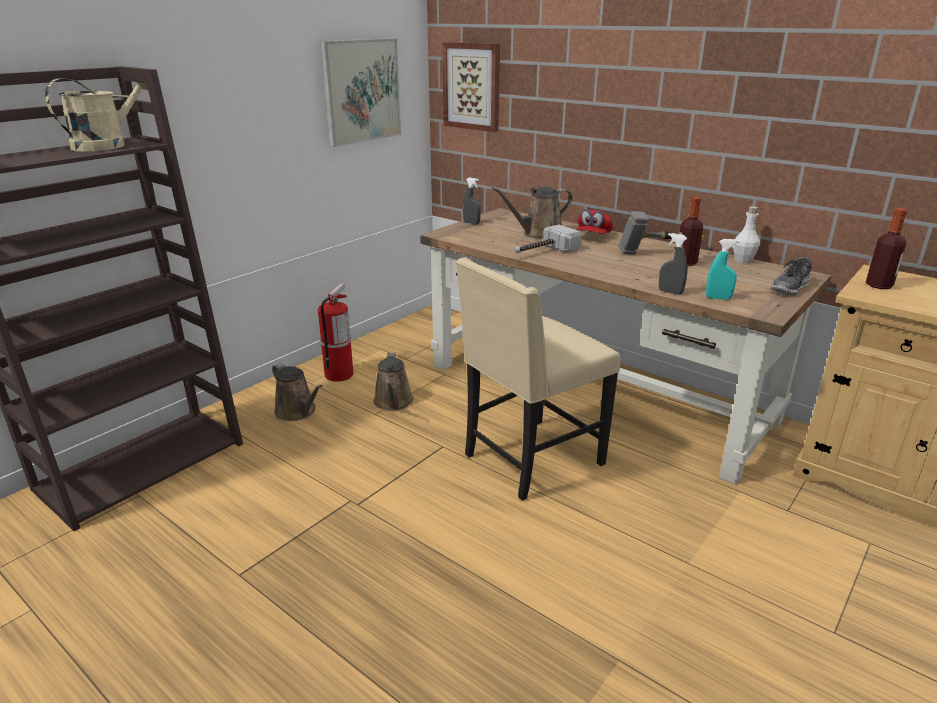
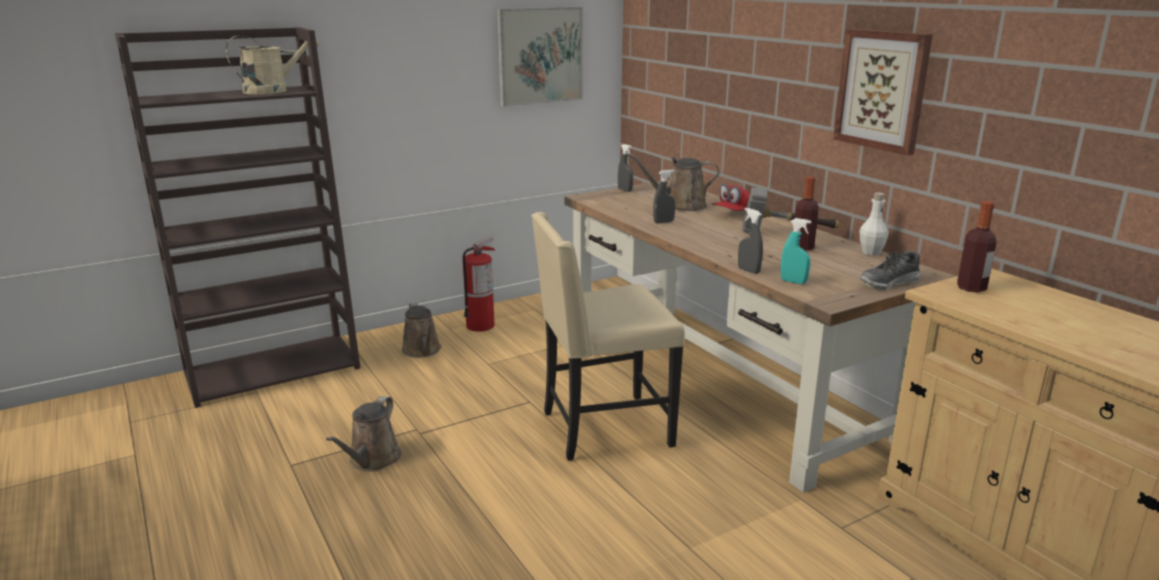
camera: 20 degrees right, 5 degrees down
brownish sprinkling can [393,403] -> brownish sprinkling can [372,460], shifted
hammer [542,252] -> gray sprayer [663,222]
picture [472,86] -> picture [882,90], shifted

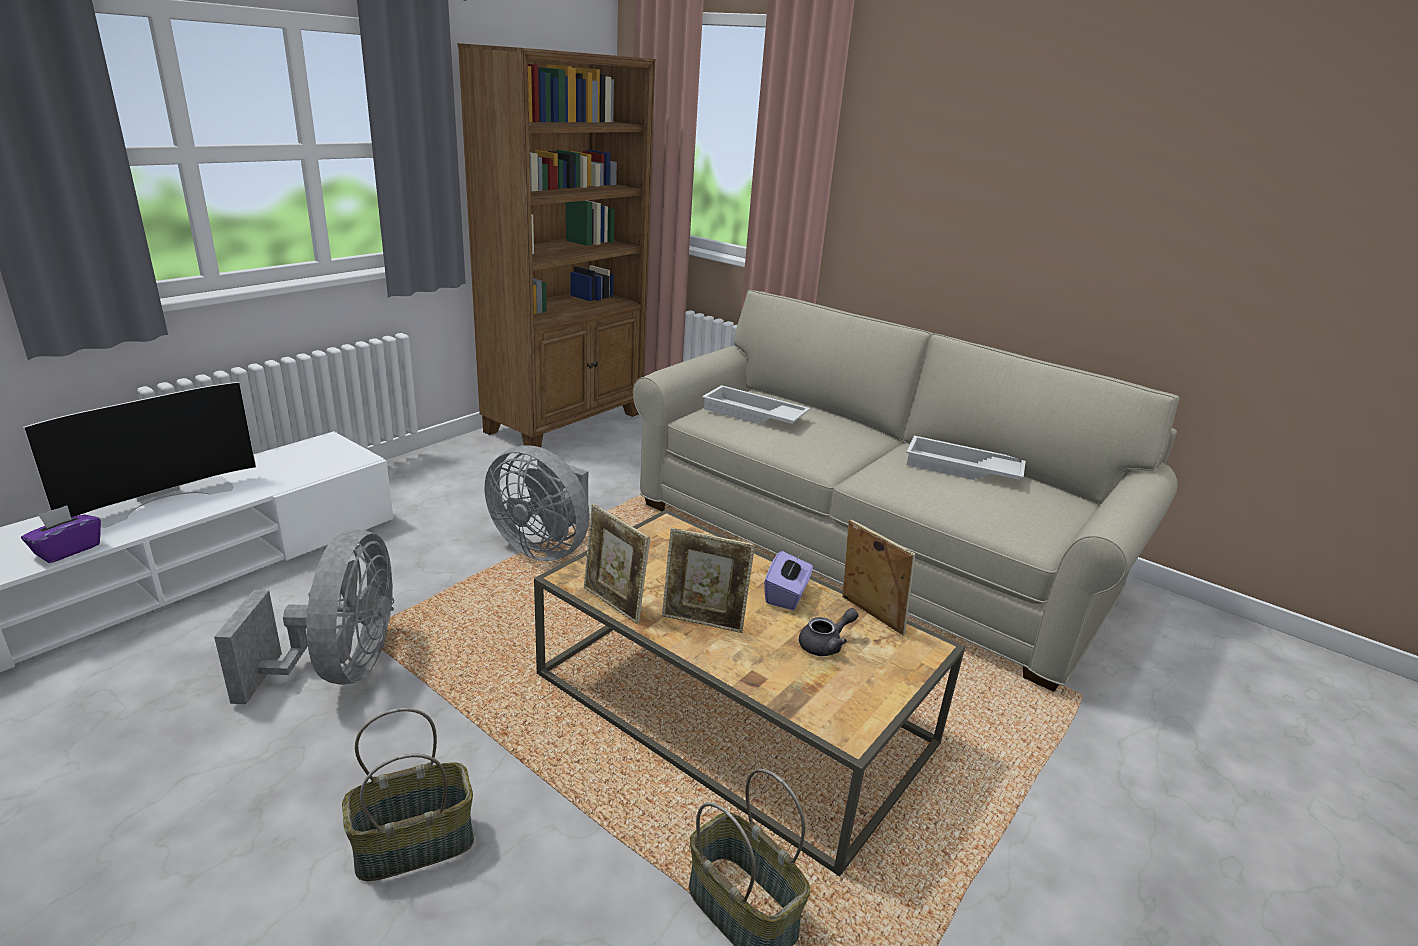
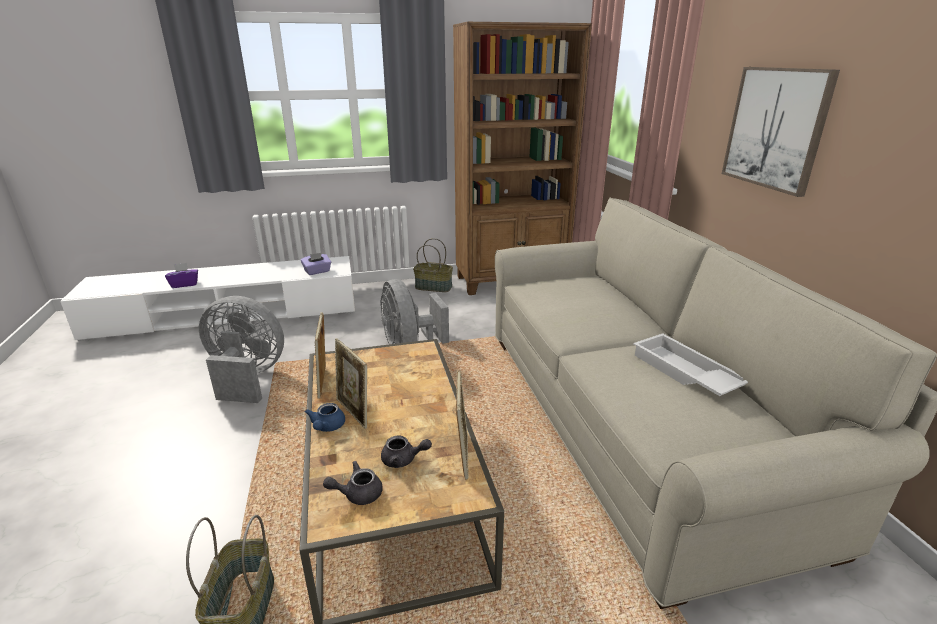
camera: 40 degrees right, 0 degrees up
gray electric fan [340,669] -> gray electric fan [247,377], 120 degrees counterclockwise
purple-coloured tissue holder [786,595] -> purple-coloured tissue holder [317,271], shifted
none -> blue-coloured teapot [327,427]
none -> gray teapot [357,494]
basket [415,843] -> basket [434,287], shifted
none -> picture [776,128]
television [161,497] -> none
whitish tray [752,415] -> none

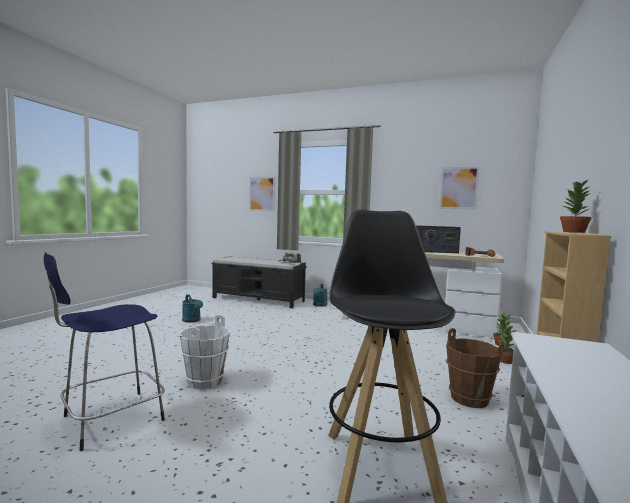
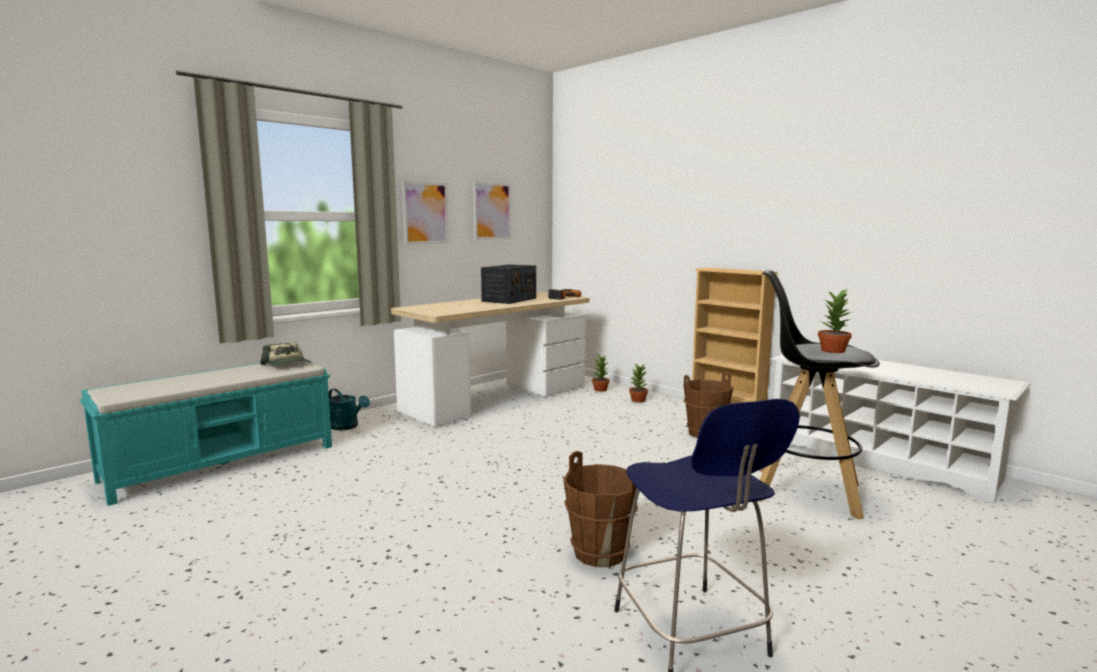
camera: 65 degrees left, 5 degrees up
black bench [259,299] -> blue-green bench [224,462]
picture [262,194] -> picture [426,213], shifted
whitish bucket [204,381] -> brownish bucket [599,553]
plant in a pot [574,232] -> plant in a pot [833,351], shifted
blue-green sprinkling can [192,321] -> none

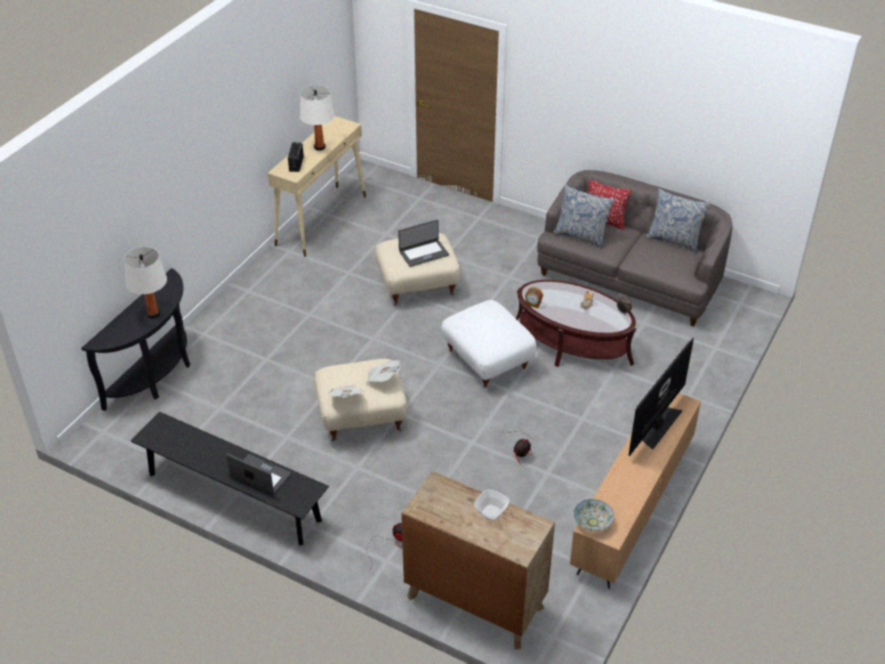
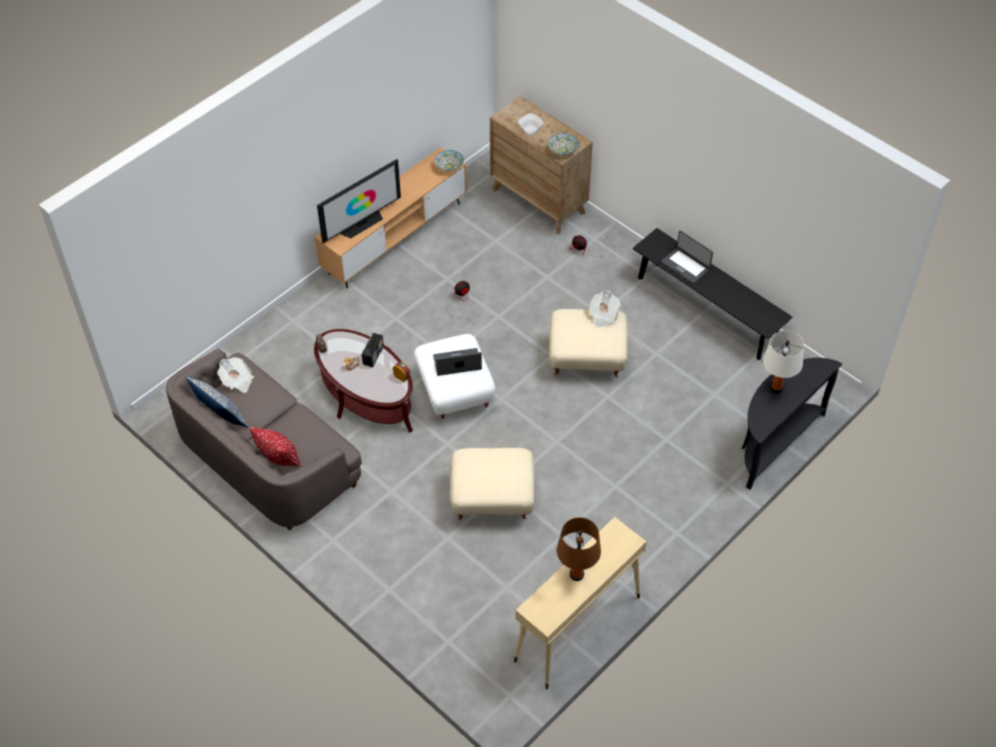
camera: 165 degrees left, 10 degrees up
newspaper [382,378] -> newspaper [237,381], shifted
radio receiver [296,164] -> radio receiver [373,355], shifted
portable computer [423,253] -> portable computer [457,363], shifted
none -> serving bowl [563,150]
whitish table lamp [319,147] -> brownish table lamp [576,575]
cushion [581,235] -> none

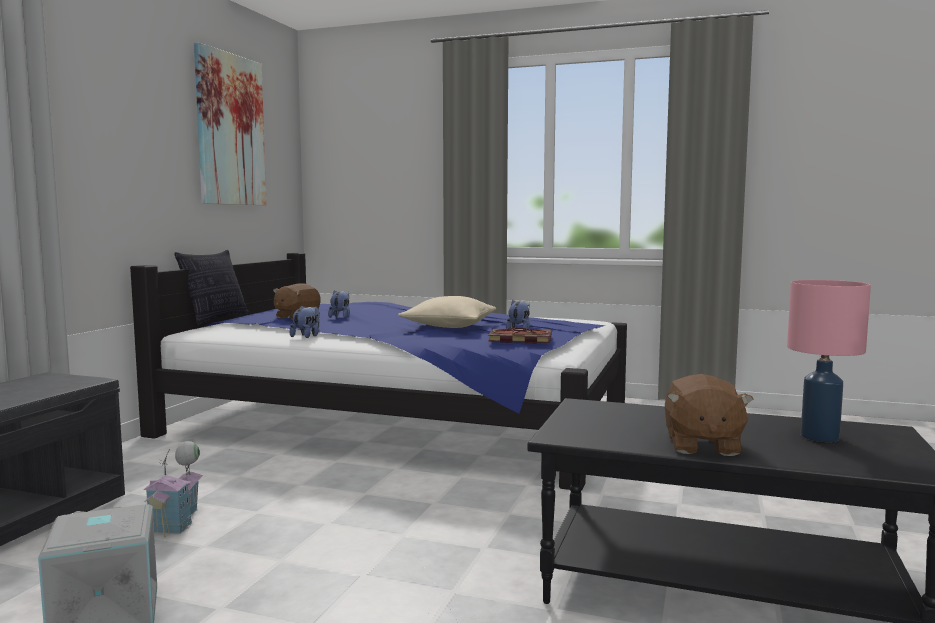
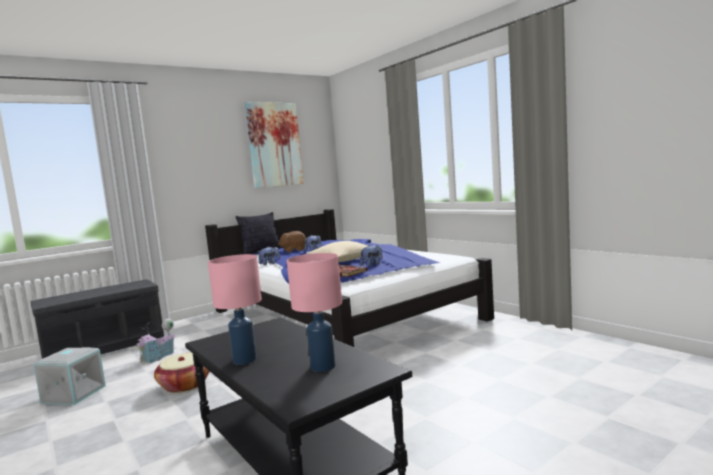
camera: 35 degrees right, 0 degrees up
none -> basket [185,385]
brownish soft toy [701,445] -> pink table lamp [245,360]

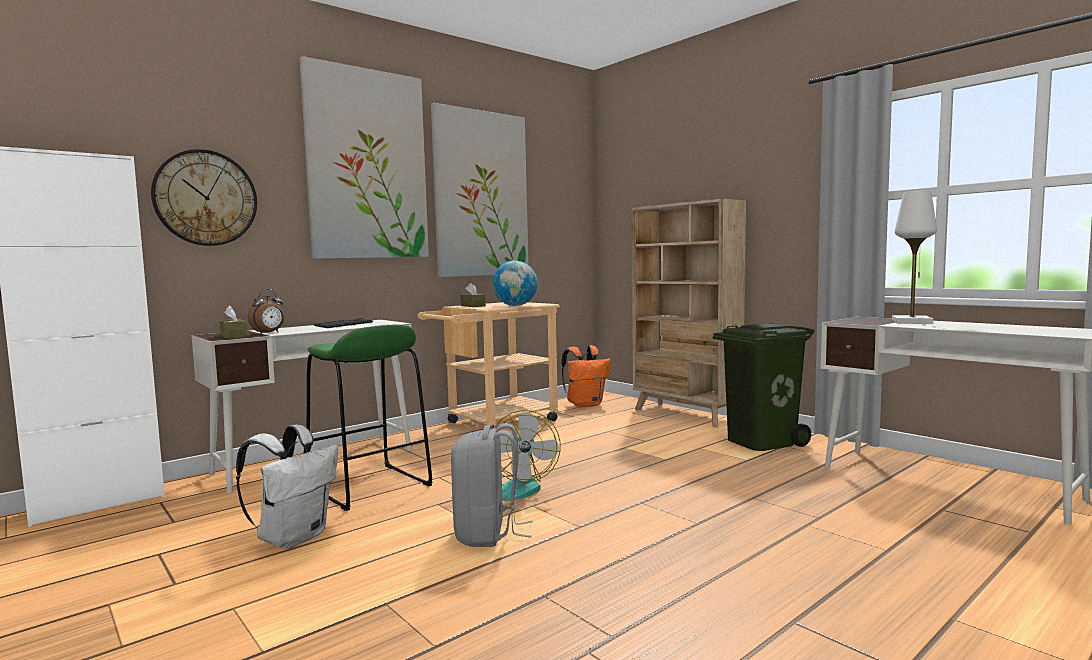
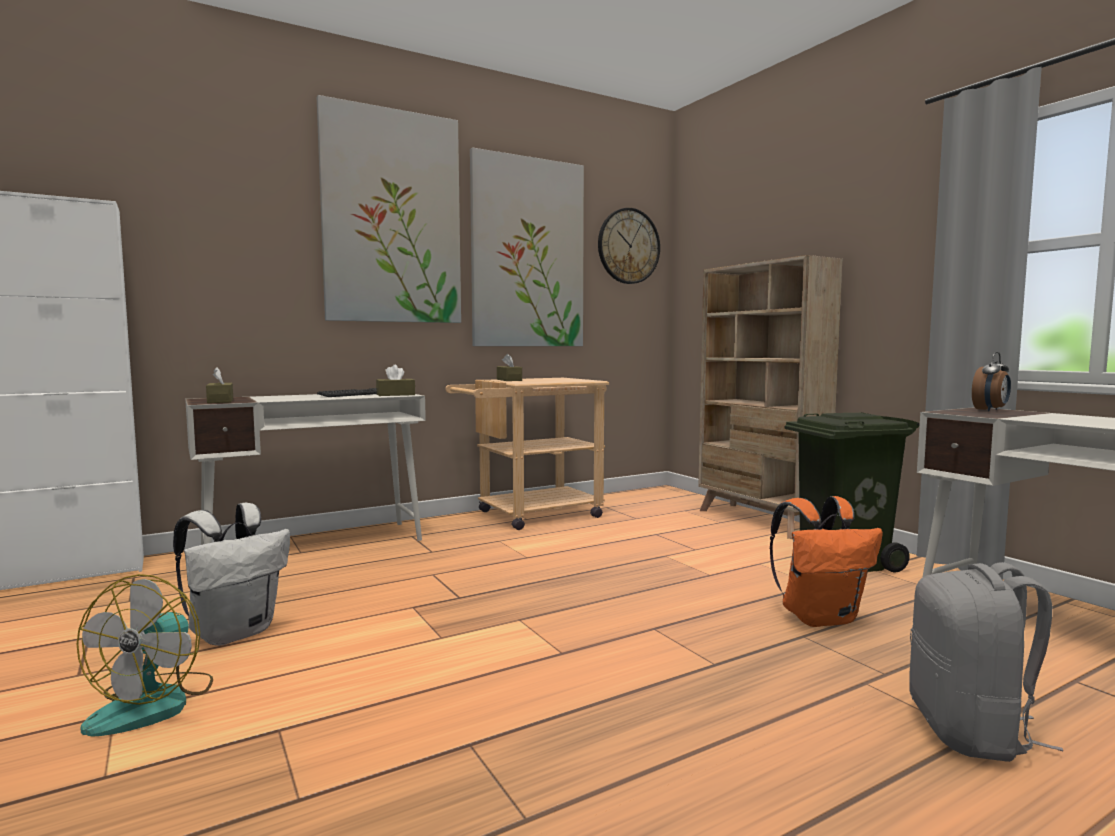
camera: 10 degrees right, 0 degrees up
electric fan [518,487] -> electric fan [154,703], shifted
none -> brownish tissue holder [395,395]
hanging clock [205,198] -> hanging clock [628,246], shifted
orange backpack [585,404] -> orange backpack [820,617], shifted
gray backpack [488,534] -> gray backpack [971,732], shifted
table clock [269,333] -> table clock [990,410], shifted
green-coloured stool seat [369,486] -> none
world globe [515,305] -> none
whitish table lamp [911,322] -> none

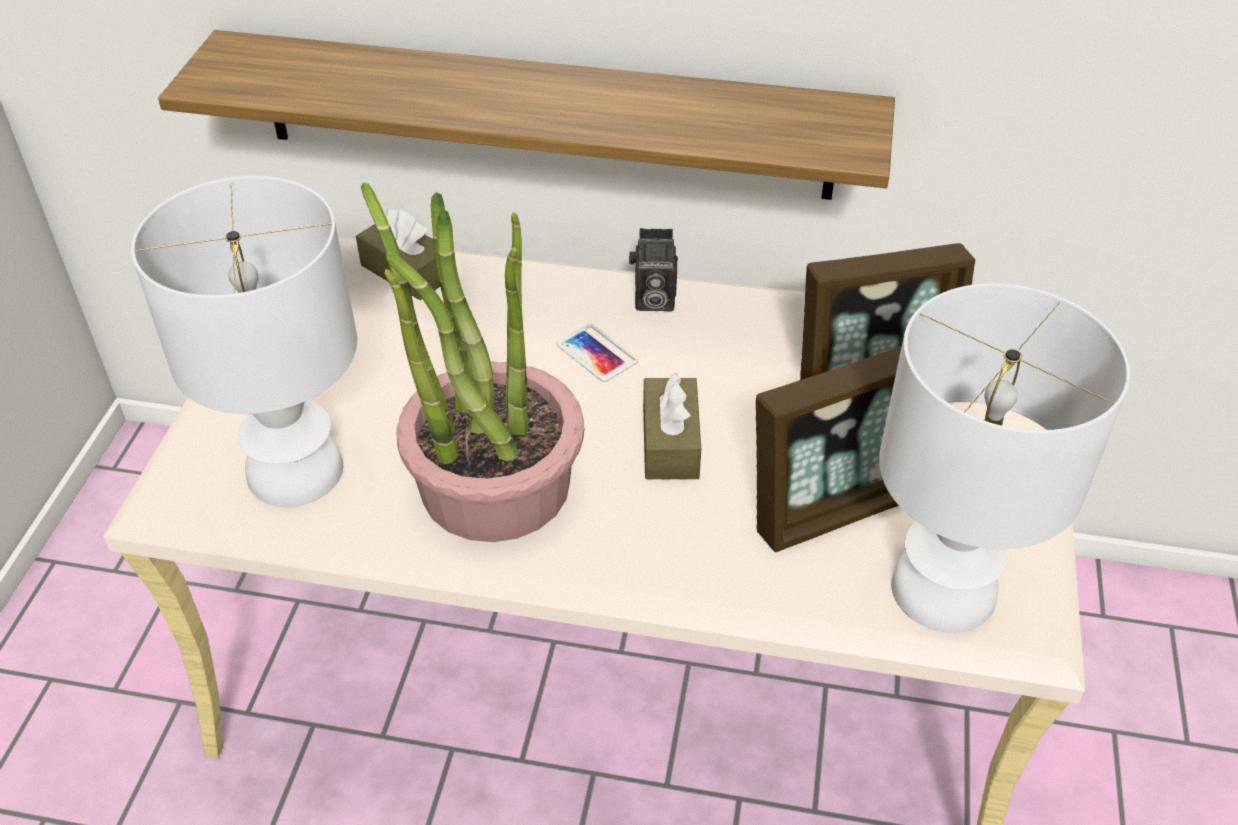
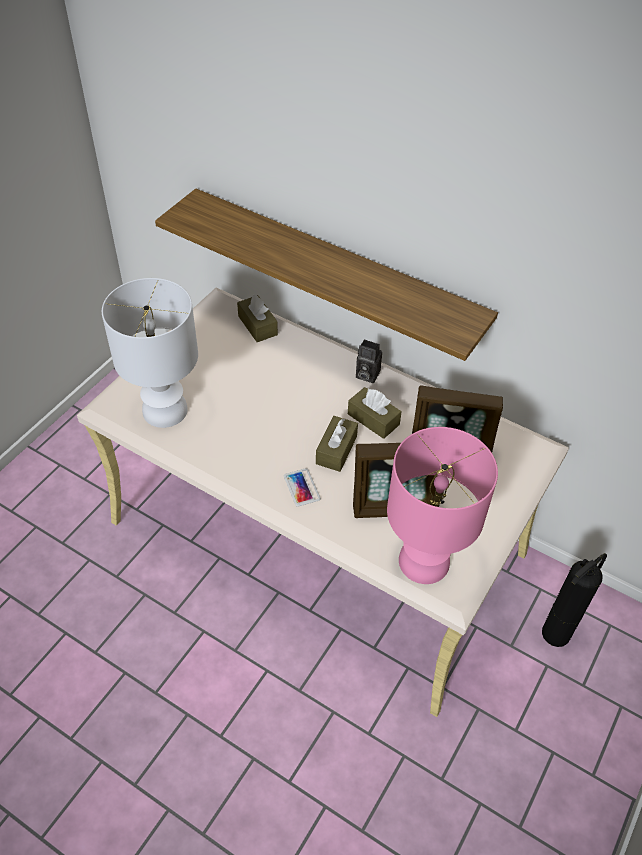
camera: 20 degrees right, 5 degrees up
phone [597,353] -> phone [301,487], shifted
none -> brownish tissue holder [373,419]
whitish table lamp [946,591] -> pink table lamp [425,562]
none -> fire extinguisher [557,632]
plant in a pot [493,483] -> none

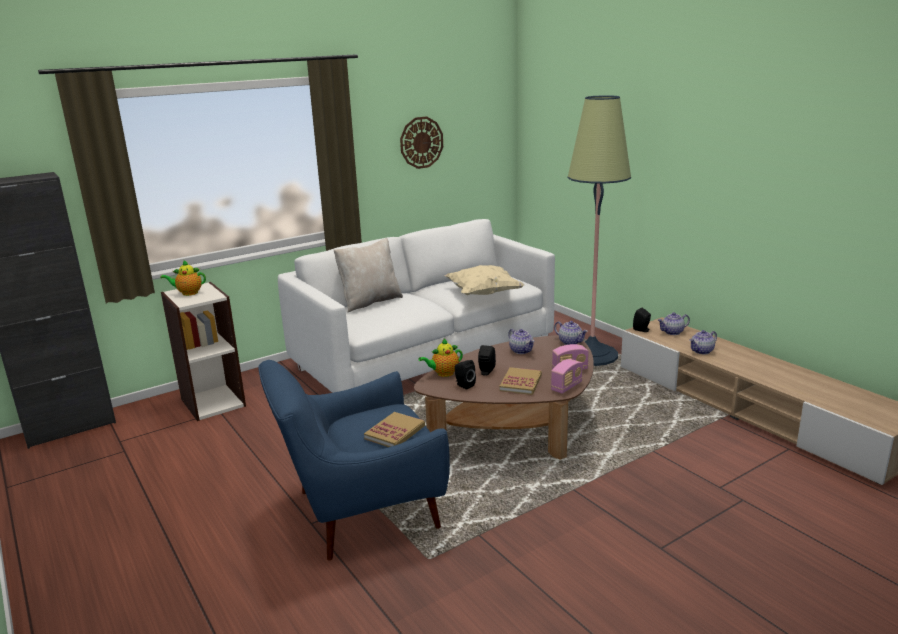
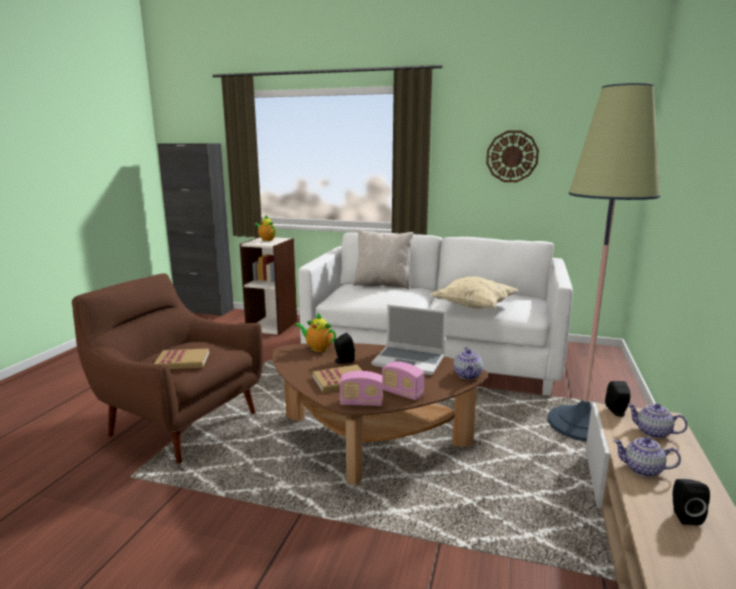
camera: 50 degrees right, 5 degrees down
blue-coloured lounge chair [360,512] -> brownish lounge chair [179,422]
teapot [521,351] -> portable computer [410,361]
black loudspeaker [464,385] -> black loudspeaker [683,515], shifted

